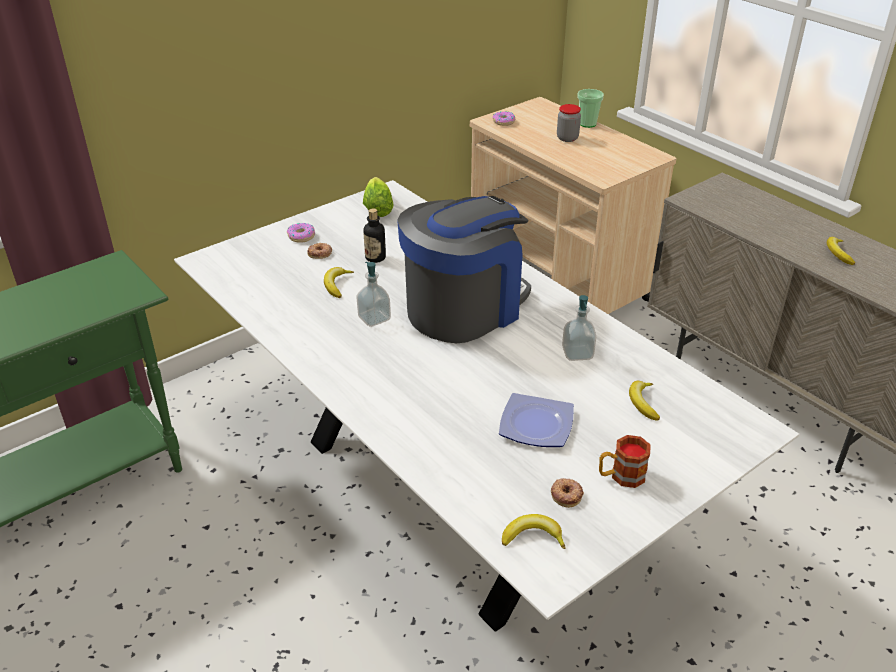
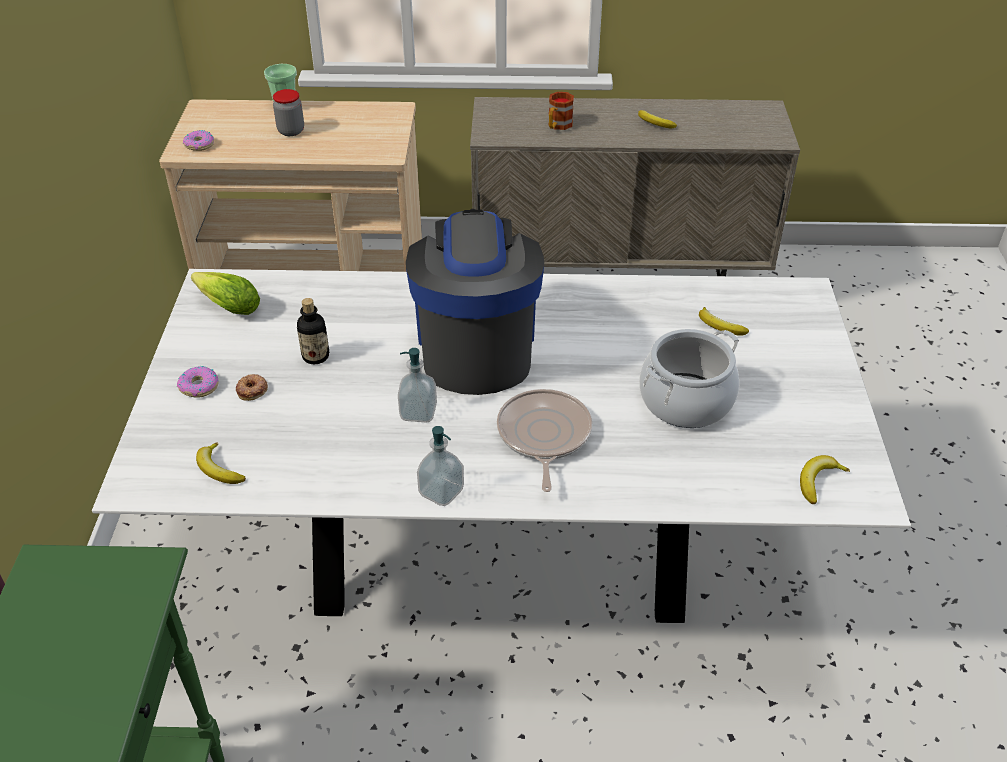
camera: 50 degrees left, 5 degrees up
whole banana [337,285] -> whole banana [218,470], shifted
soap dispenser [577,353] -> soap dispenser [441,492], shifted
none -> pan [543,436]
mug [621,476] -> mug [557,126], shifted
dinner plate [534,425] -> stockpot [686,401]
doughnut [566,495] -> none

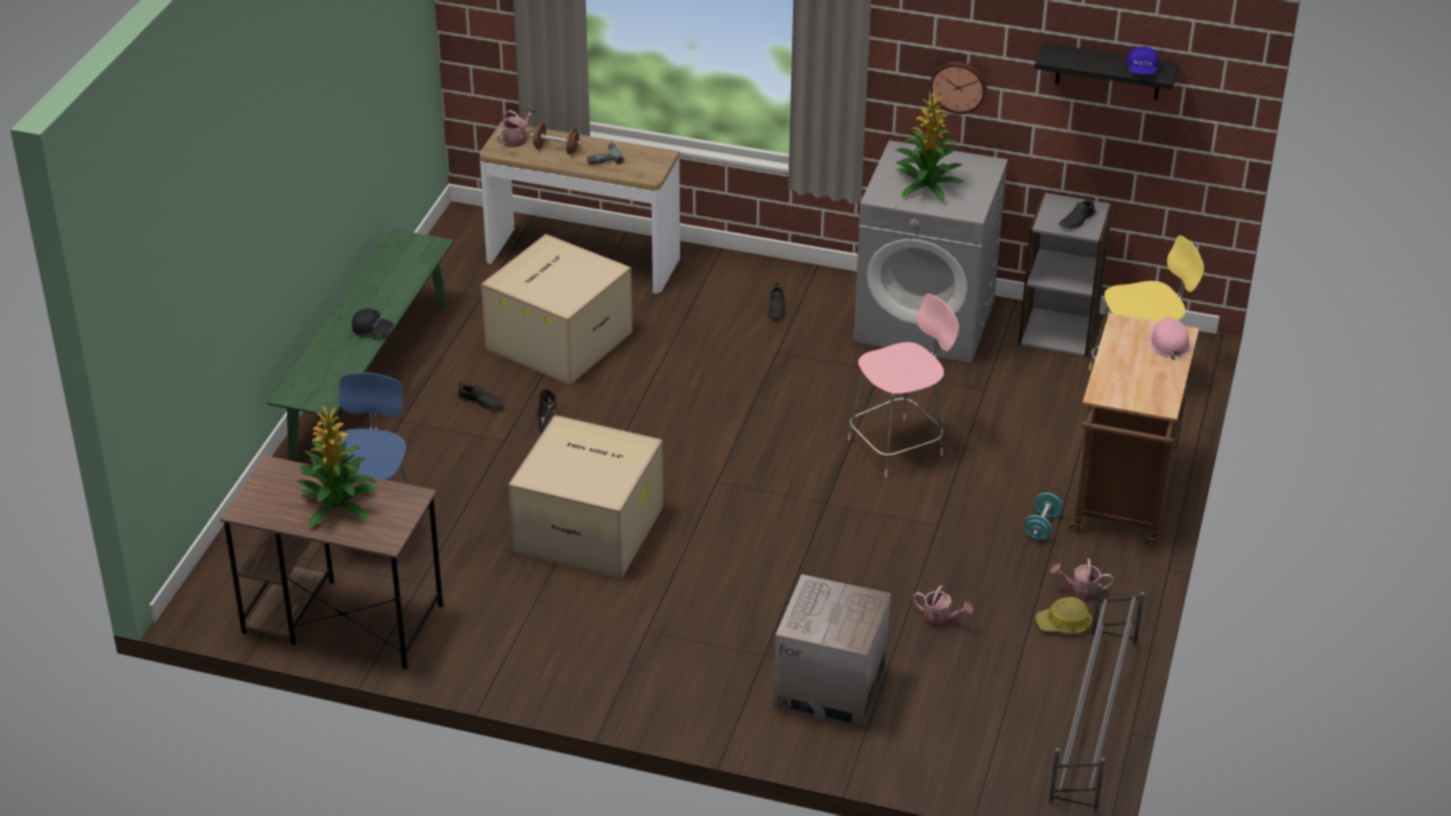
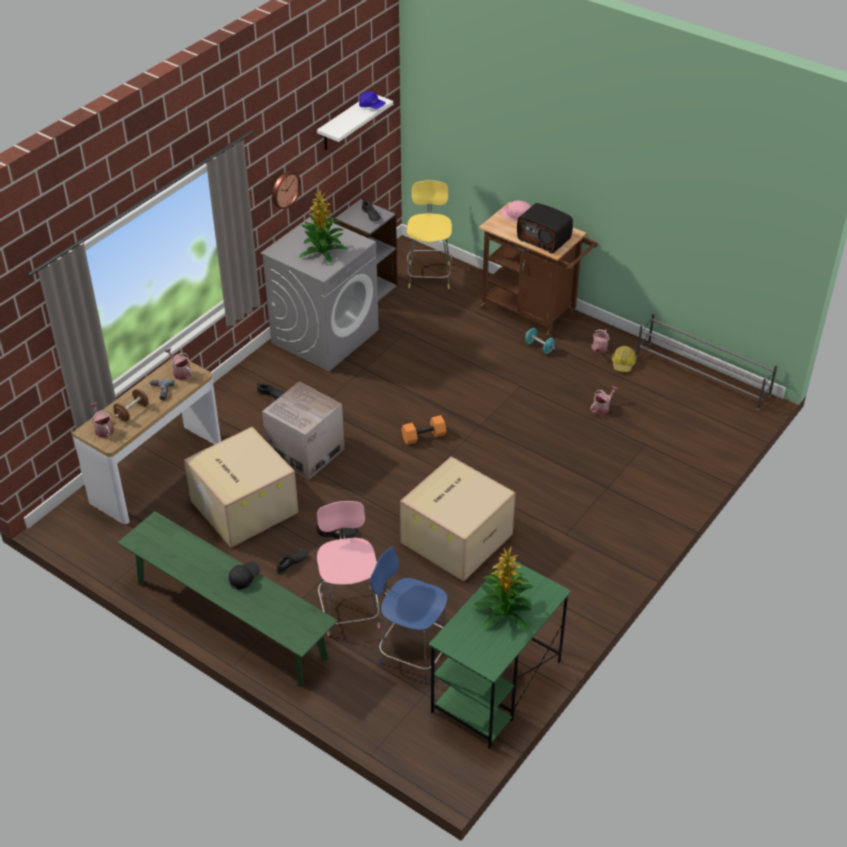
camera: 70 degrees left, 5 degrees up
none -> sprinkling can [180,372]
packing box [829,688] -> packing box [305,452], shifted
black shelf [1108,72] -> whitish shelf [345,123]
pink stool seat [898,446] -> pink stool seat [349,609], shifted
none -> orange hand weight [424,436]
brownish desk unit [341,619] -> green-coloured desk unit [496,687]
none -> radio receiver [544,239]

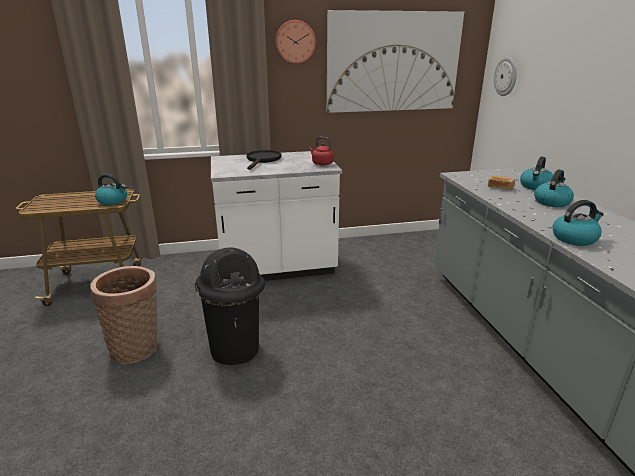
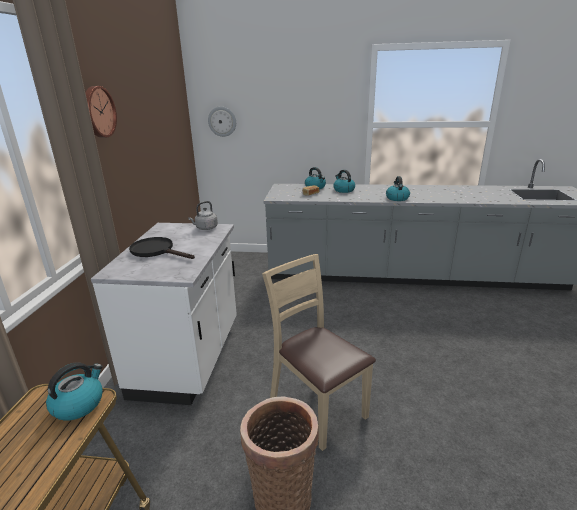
camera: 70 degrees left, 0 degrees up
red water kettle [321,163] -> gray water kettle [205,228]
black rubbish bin [236,349] -> sand-coloured upright chair [317,408]
picture [393,62] -> none

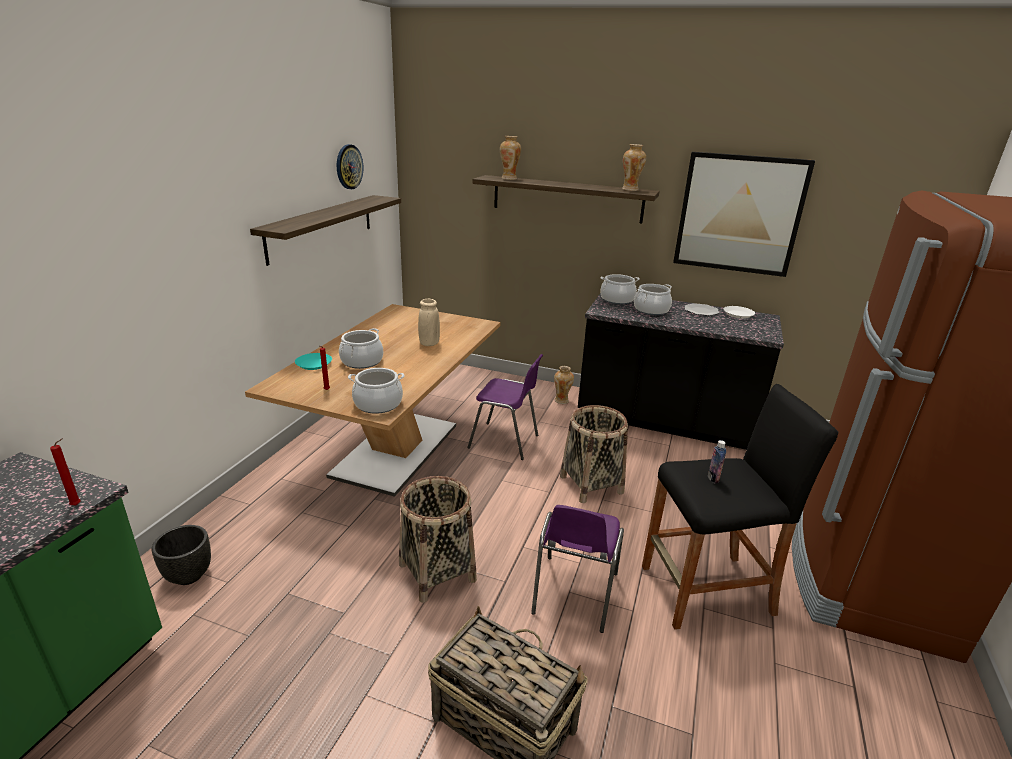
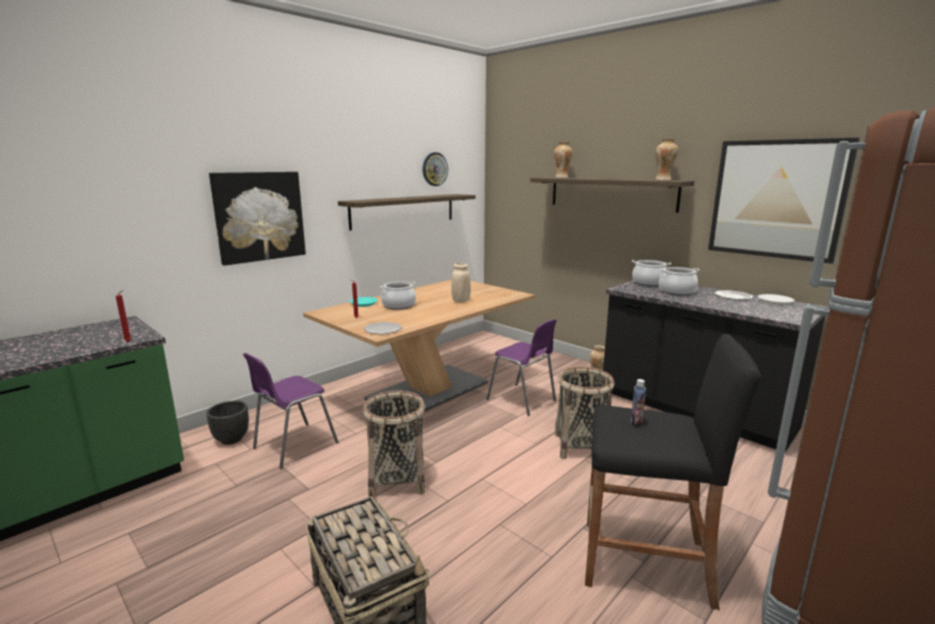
camera: 25 degrees right, 10 degrees down
none -> picture [259,216]
purple-coloured upright chair [573,595] -> purple-coloured upright chair [293,446], shifted
stockpot [378,404] -> dinner plate [382,329]

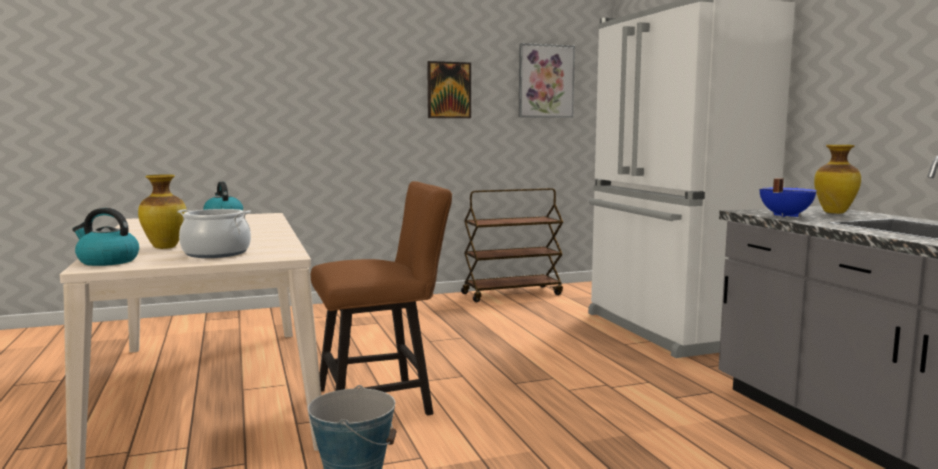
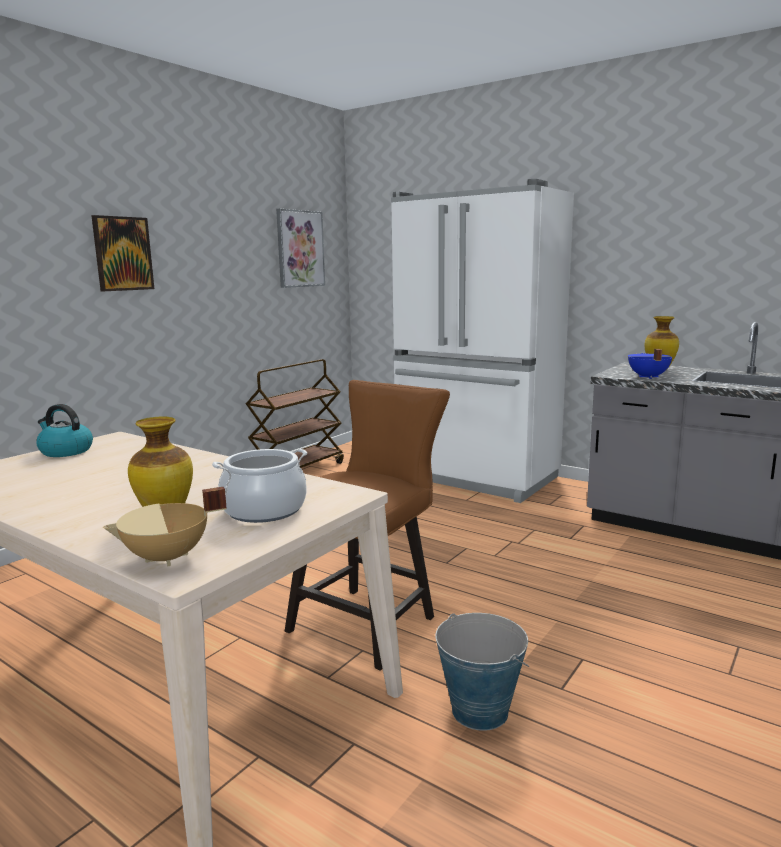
camera: 35 degrees left, 5 degrees up
picture [449,90] -> picture [123,253], shifted
water kettle [107,261] -> sand-coloured stockpot [167,558]

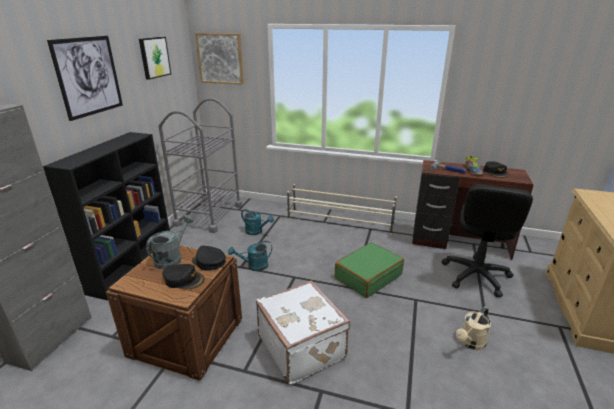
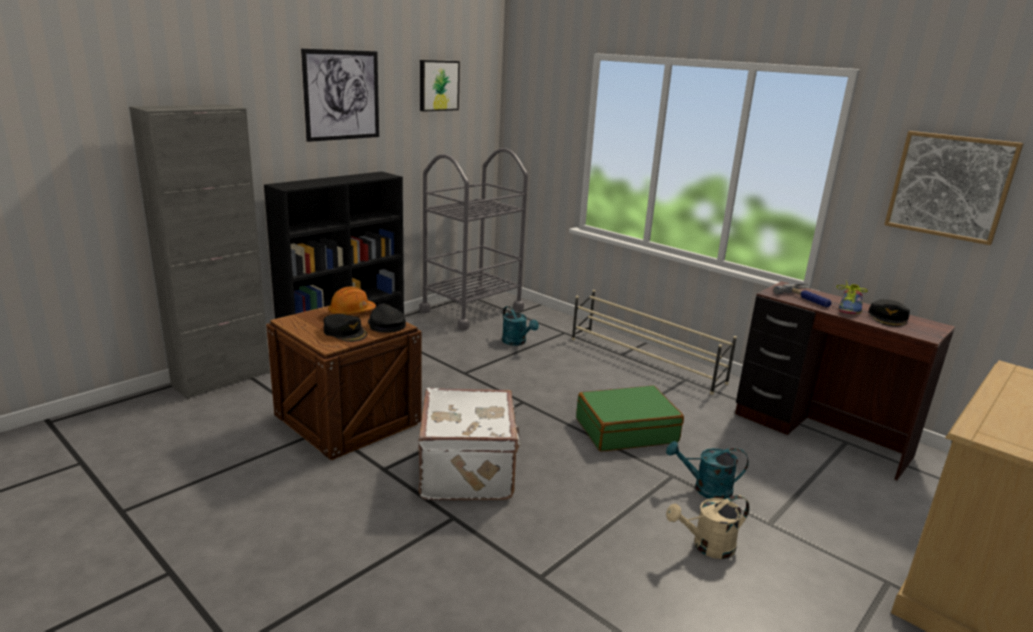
camera: 25 degrees right, 5 degrees down
gray sprinkling can [172,258] -> orange work helmet [351,312]
blue-green sprinkling can [254,266] -> blue-green sprinkling can [705,489], shifted
picture [220,58] -> picture [950,186], shifted
black desk chair [475,275] -> none

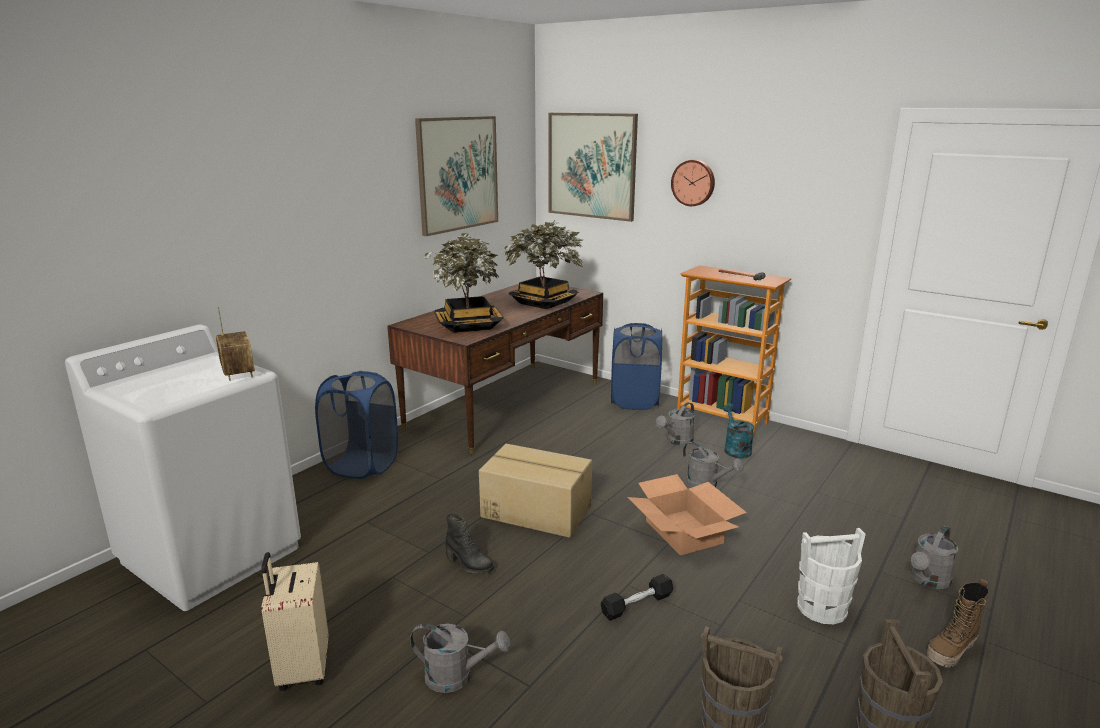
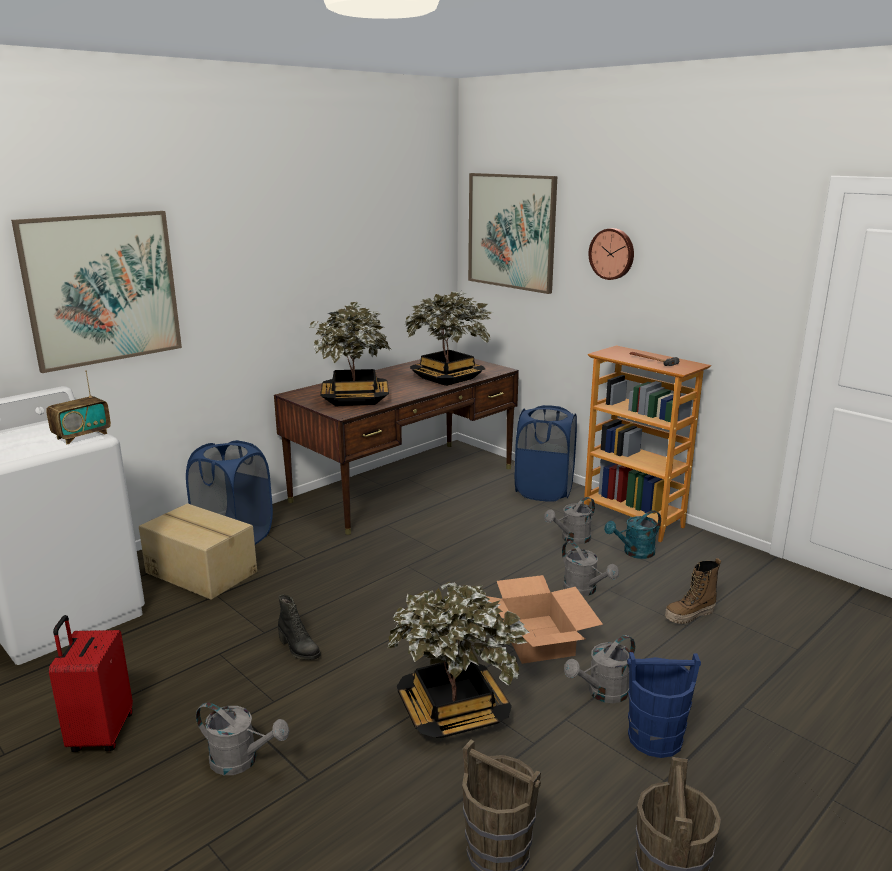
camera: 10 degrees right, 0 degrees up
picture [458,174] -> picture [102,289], shifted
radio receiver [238,372] -> radio receiver [82,436], 60 degrees clockwise
sand-coloured piece of luggage [302,669] -> red piece of luggage [100,734]
packing box [536,510] -> packing box [202,572], shifted
black hand weight [637,605] -> plant in a pot [453,710]
gray sprinkling can [928,581] -> gray sprinkling can [602,693], shifted
blue-green sprinkling can [735,449] -> blue-green sprinkling can [634,553], 120 degrees counterclockwise
whitish bucket [822,608] -> blue-coloured bucket [655,738]
boot [951,651] -> boot [689,615], shifted

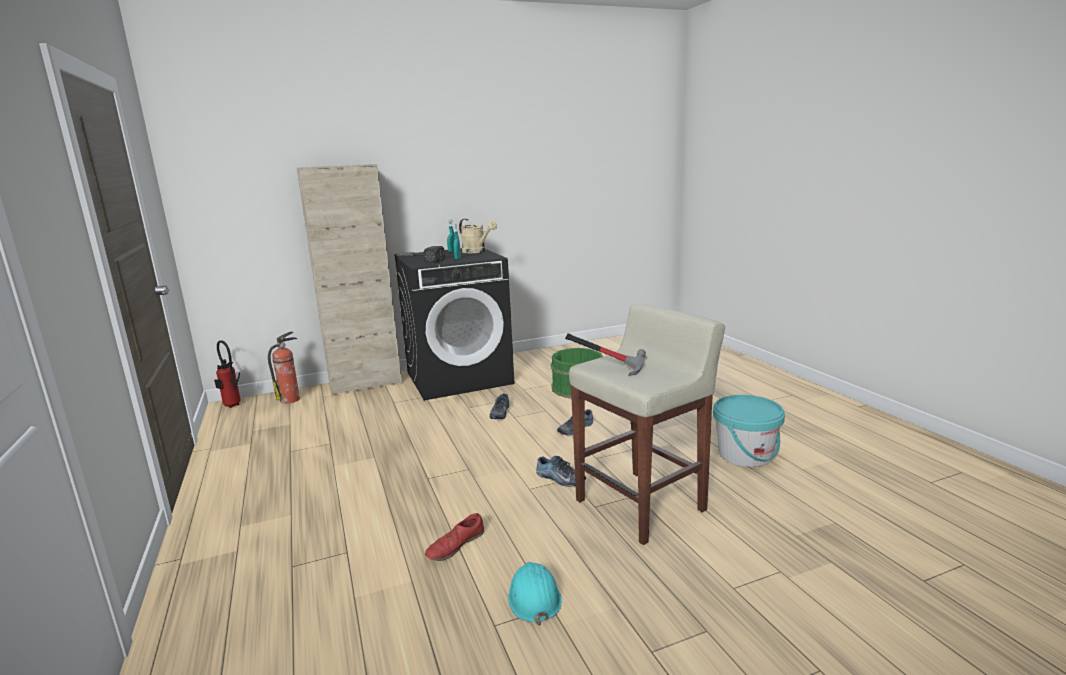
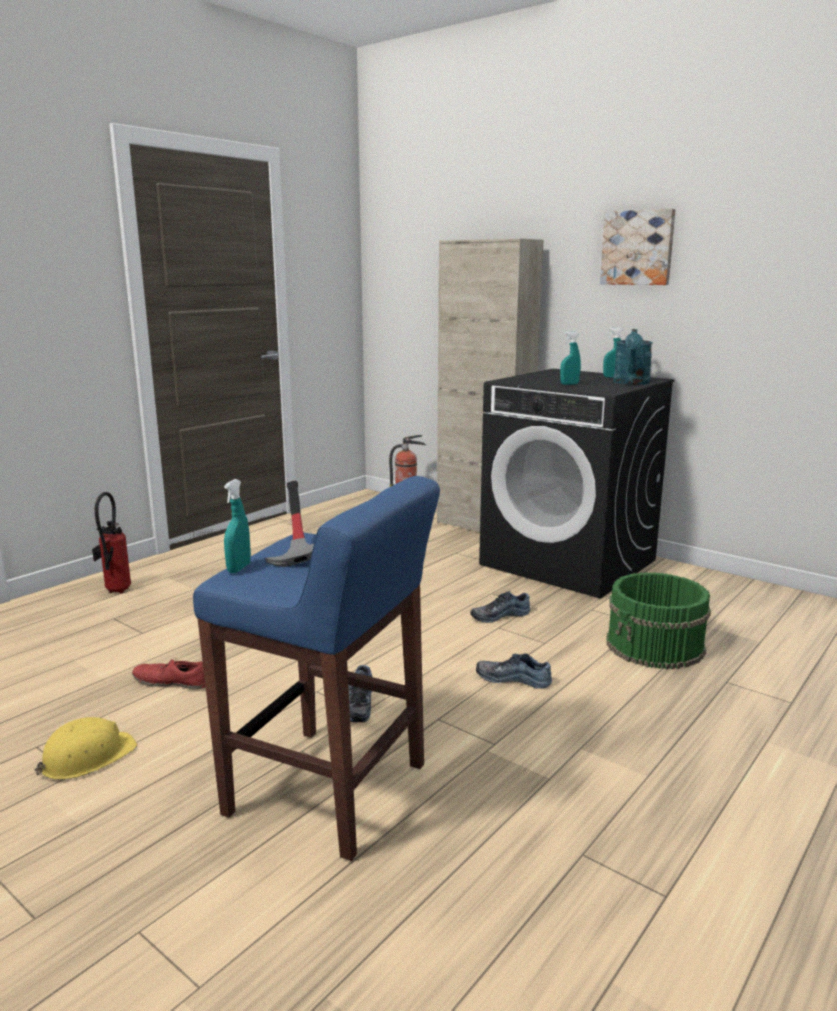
camera: 60 degrees right, 0 degrees up
blue-green work helmet [533,597] -> yellow work helmet [87,757]
fire extinguisher [233,406] -> fire extinguisher [115,592], shifted
sand-coloured stool seat [642,505] -> blue-coloured stool seat [330,791]
none -> blue-green sprayer [239,568]
none -> picture [638,248]
sand-coloured sprinkling can [477,252] -> blue-green sprinkling can [631,383]
hammer [417,261] -> none
blue-green bucket [745,454] -> none

